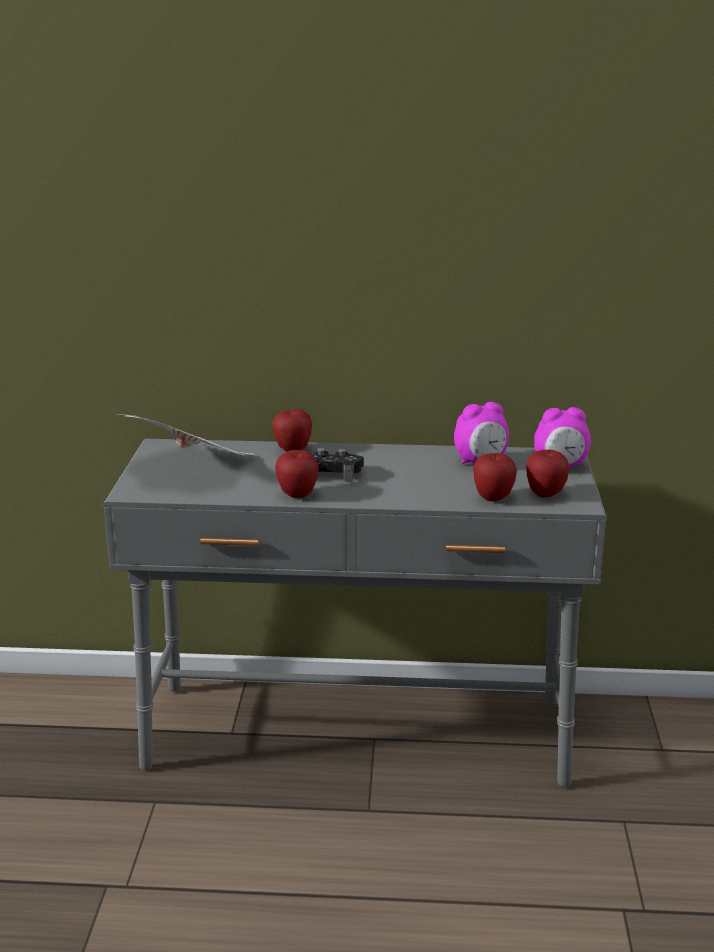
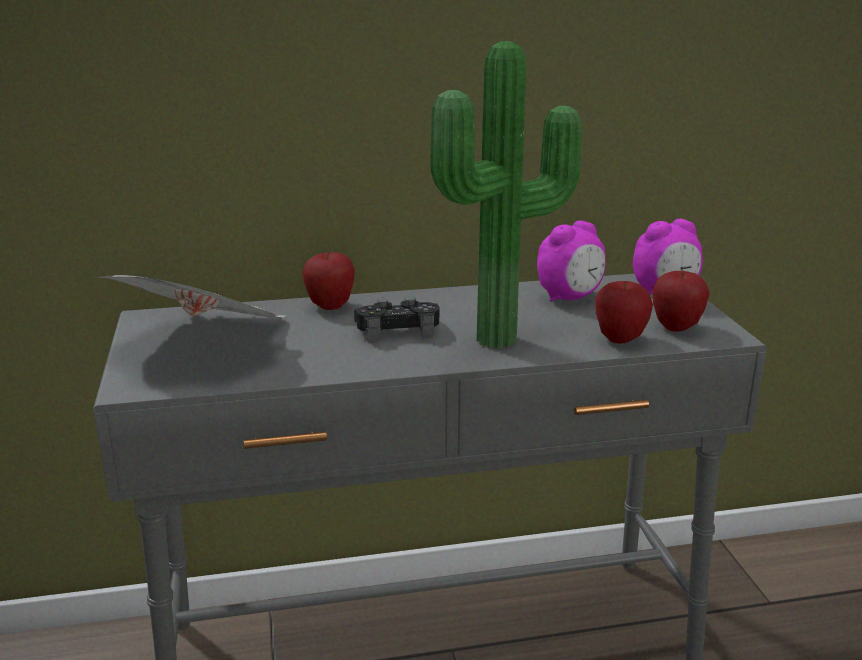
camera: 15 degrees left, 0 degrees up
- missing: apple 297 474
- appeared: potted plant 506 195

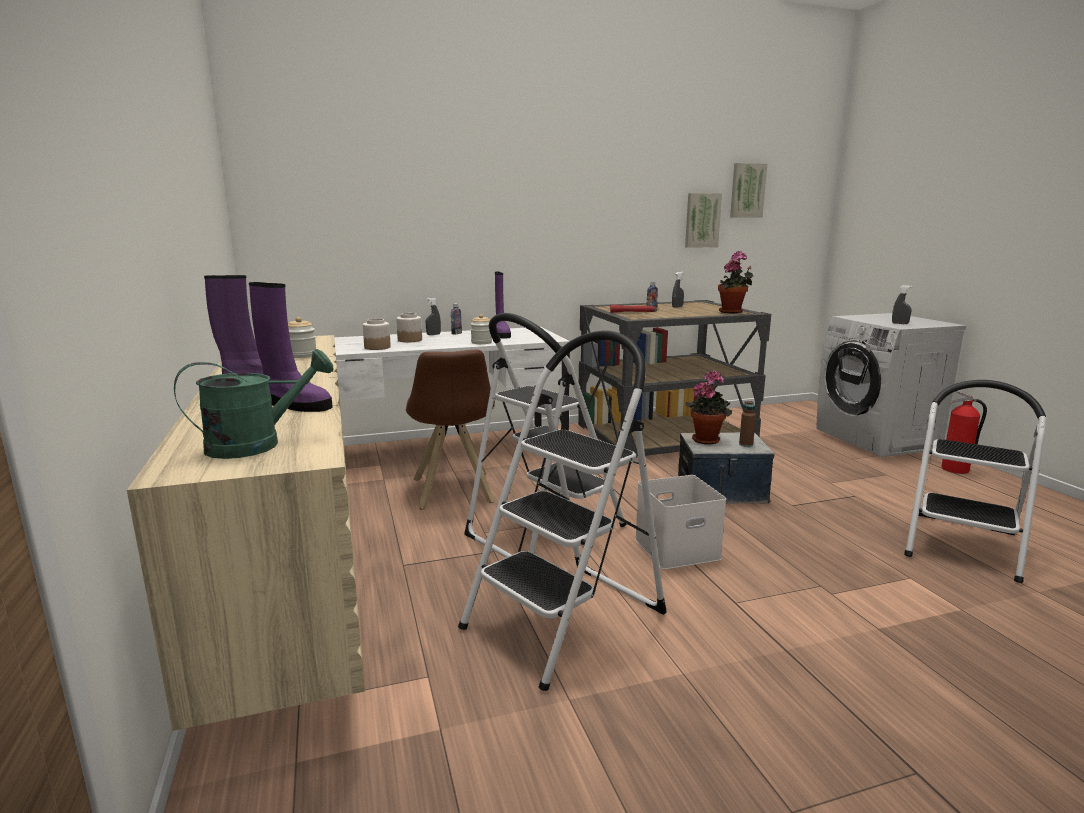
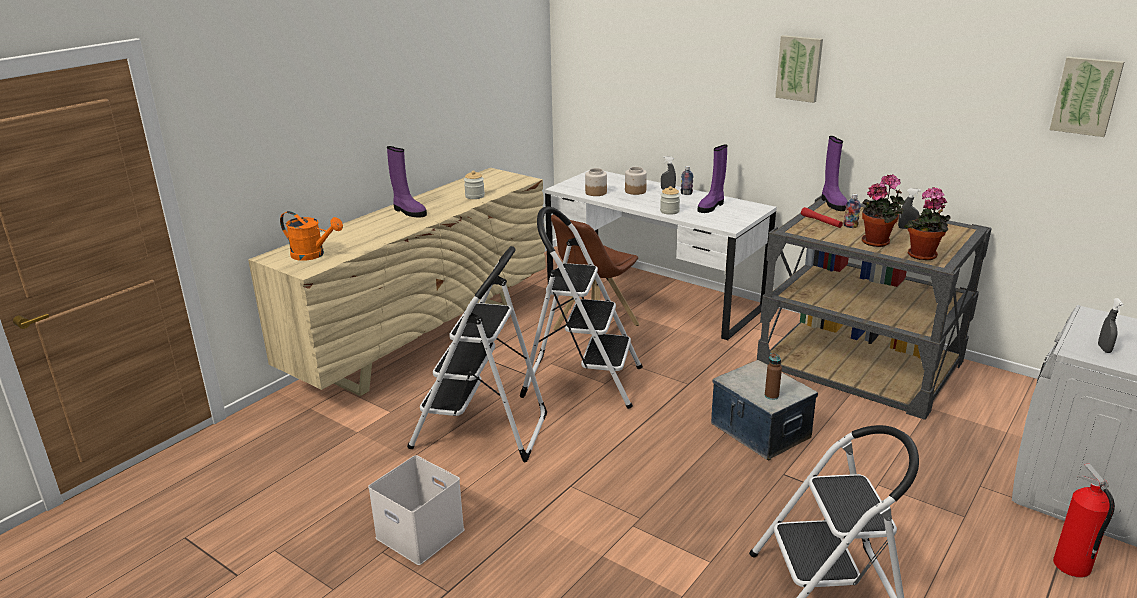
camera: 55 degrees right, 10 degrees up
- colour: green watering can 254 404 to orange watering can 311 236
- relocated: purple boot 291 347 to 835 173
- relocated: white storage box 680 522 to 416 510
- relocated: picture 703 220 to 799 69
- relocated: potted plant 709 407 to 883 210

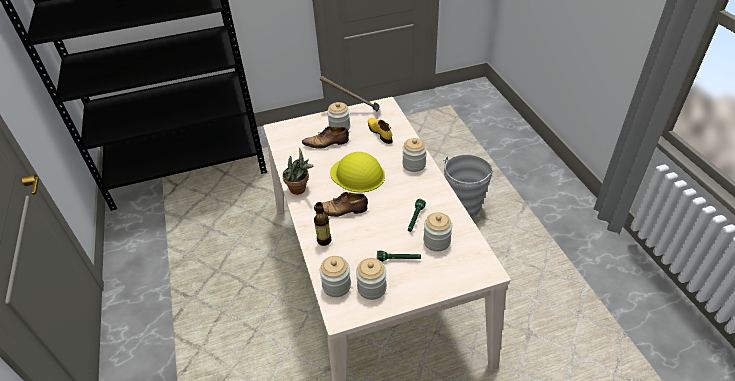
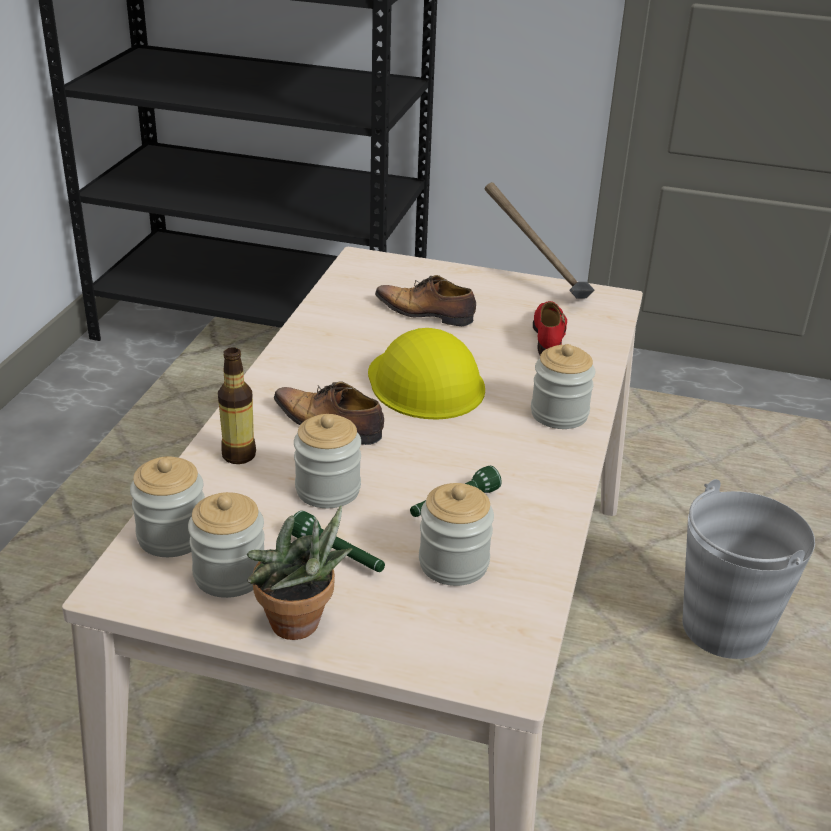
camera: 30 degrees right, 10 degrees down
- relocated: potted plant 298 171 to 299 572
- relocated: jar 338 116 to 327 461
- colour: yellow shoe 380 131 to red shoe 550 328

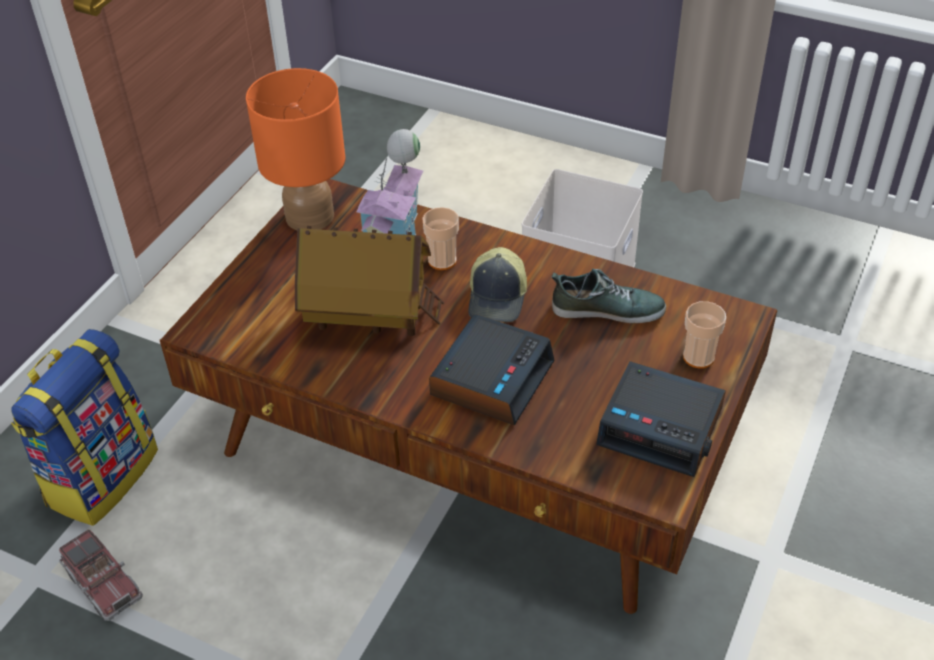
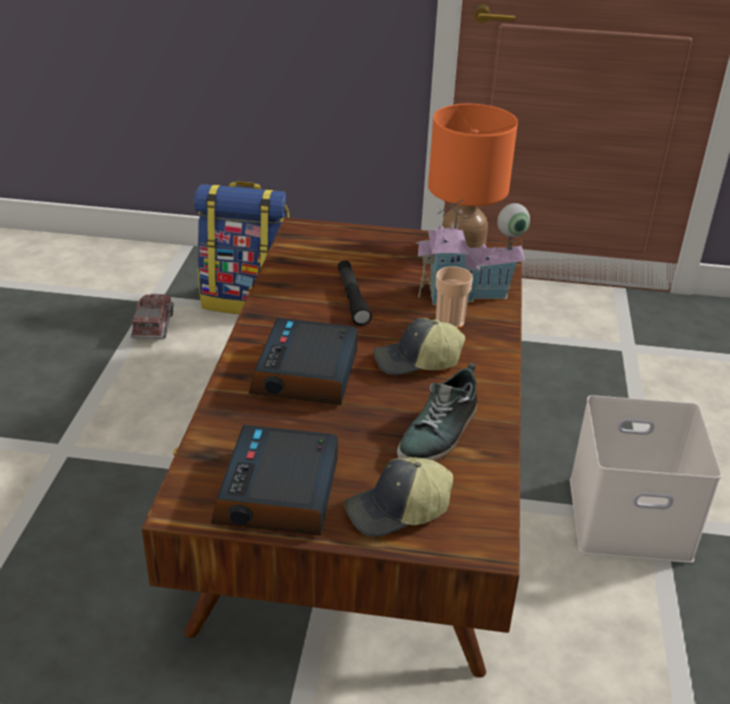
camera: 70 degrees right, 10 degrees down
- spun: toy truck 101 575 = 152 316 150 degrees clockwise
- exchanged: toy house 369 281 to black flashlight 355 293
- spun: alarm clock 491 370 = 303 361 90 degrees clockwise
- spun: shoe 609 296 = 437 412 45 degrees clockwise
- exchanged: cup 704 335 to cap 398 497

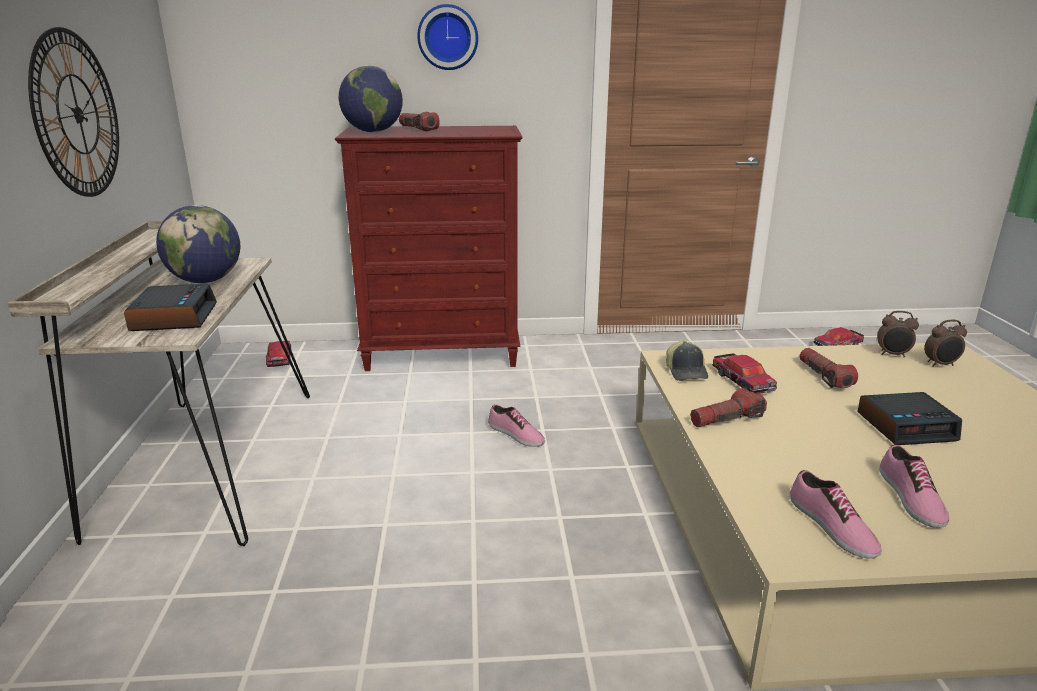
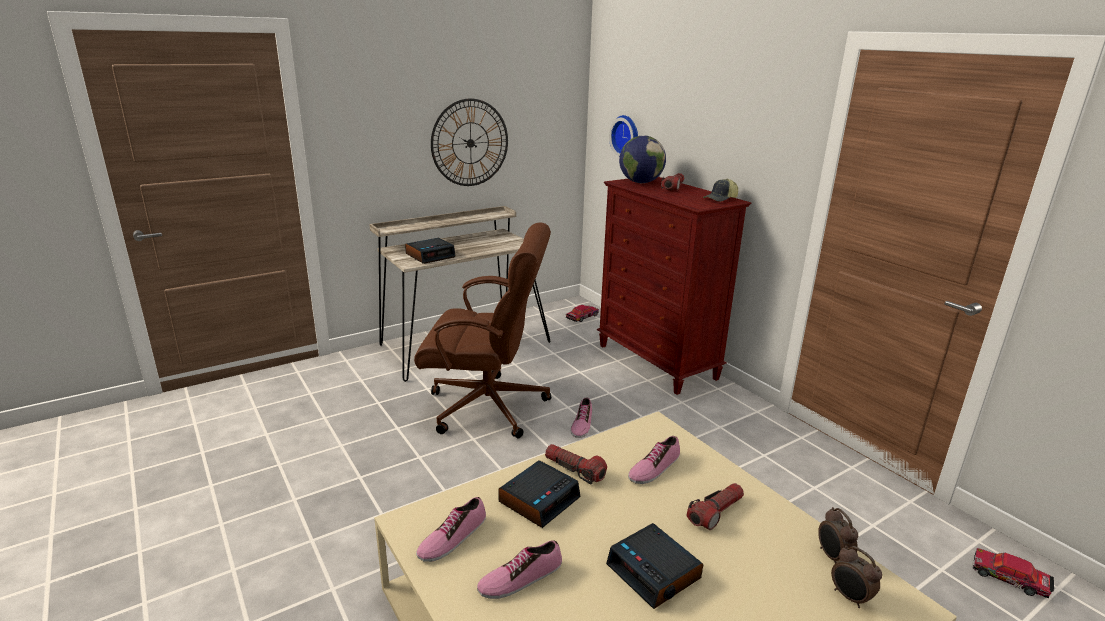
camera: 60 degrees right, 0 degrees up
- missing: globe 198 244
- relocated: wall clock 447 37 to 623 136
- relocated: cap 687 361 to 720 190
- exchanged: toy car 745 373 to shoe 654 460
- appeared: brown office chair 482 331
- appeared: alarm clock 539 494

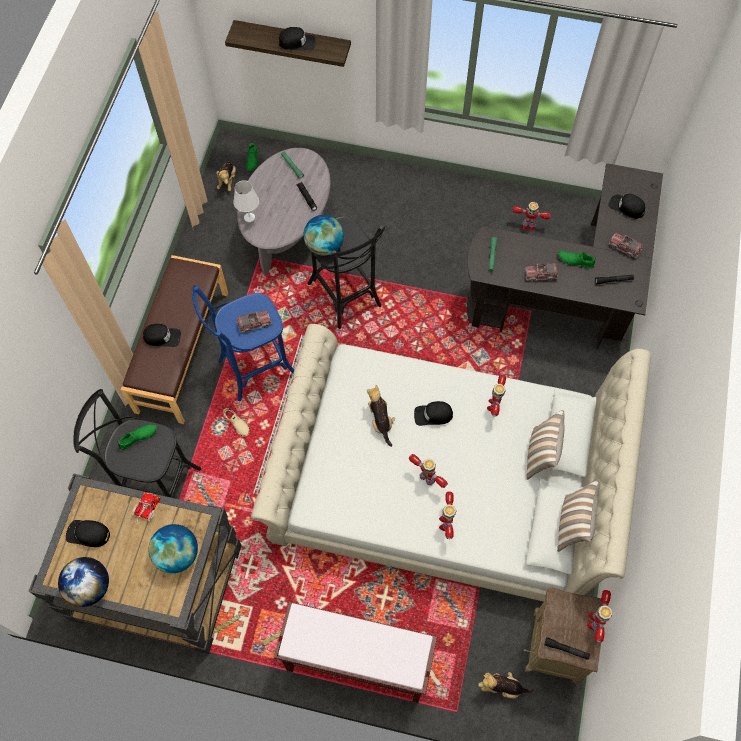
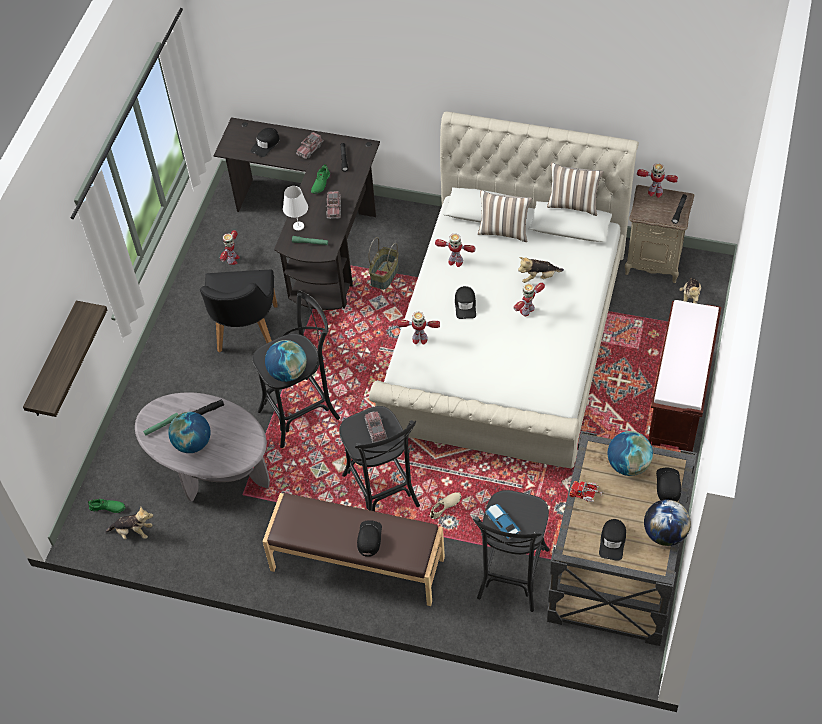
camera: 85 degrees left, 10 degrees down
- exchanged: green shoe 137 437 to toy car 503 522
- colour: blue stool 243 343 to black stool 379 458
- relocated: white table lamp 246 201 to 295 208
- relocated: black cap 297 38 to 668 485
- relocated: plush toy 381 416 to 541 270
- relocated: toy robot 447 515 to 418 328
- appeared: globe 189 432
- appeared: black chair 239 311
- appeared: basket 383 263

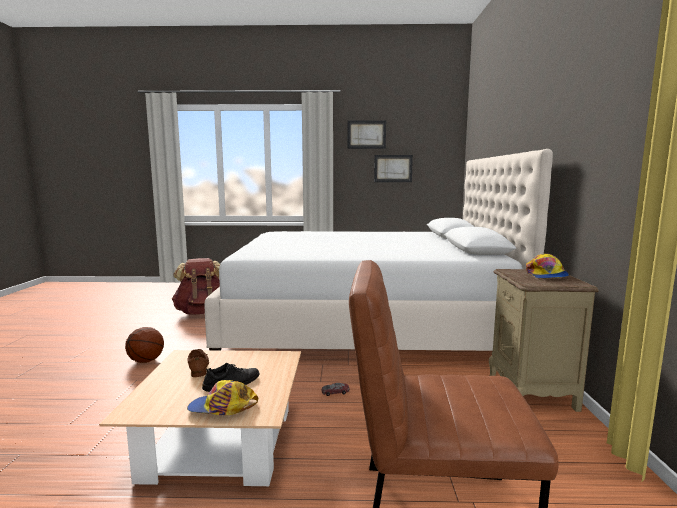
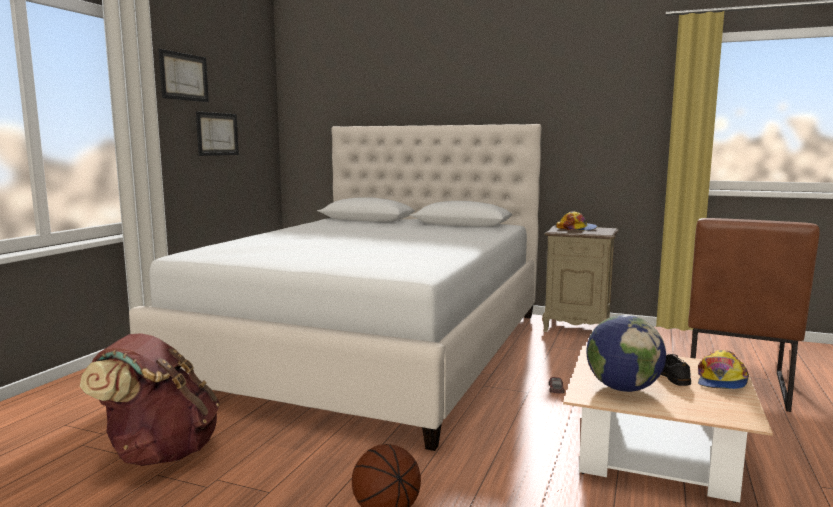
camera: 70 degrees left, 0 degrees up
- exchanged: brown shoe 198 363 to globe 626 353

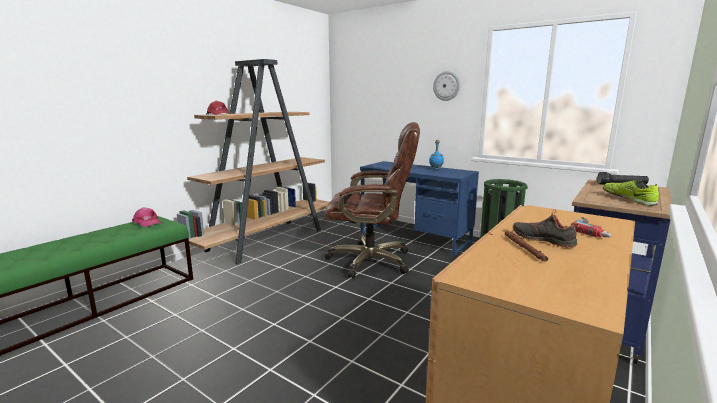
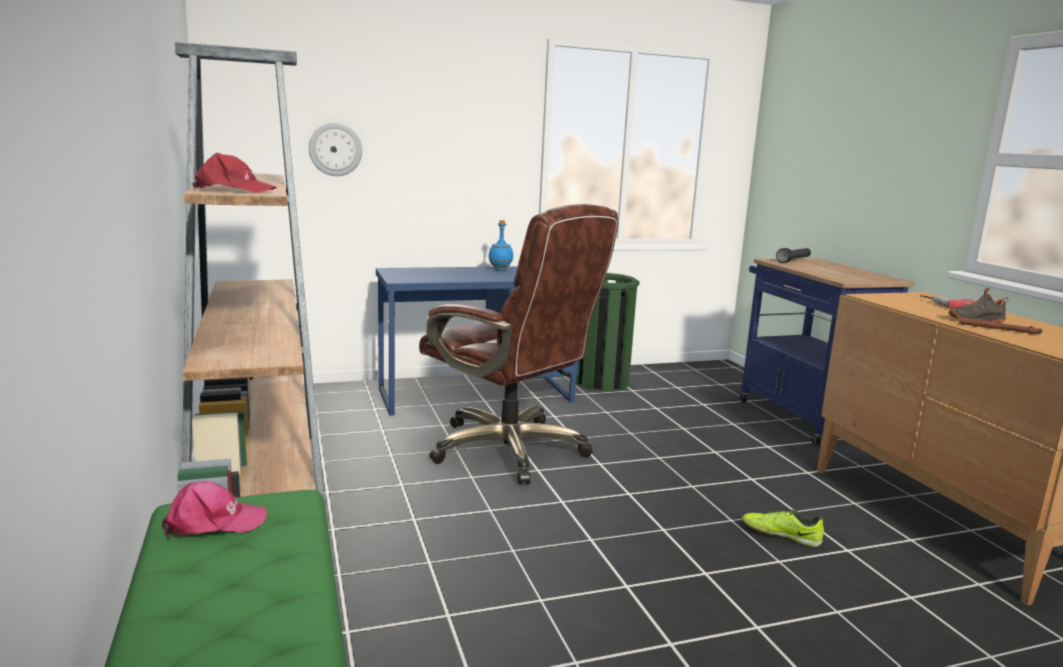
camera: 55 degrees left, 0 degrees up
- spun: brown office chair 372 200 = 518 344 90 degrees clockwise
- relocated: wall clock 446 86 to 335 149
- relocated: shoe 631 193 to 783 528

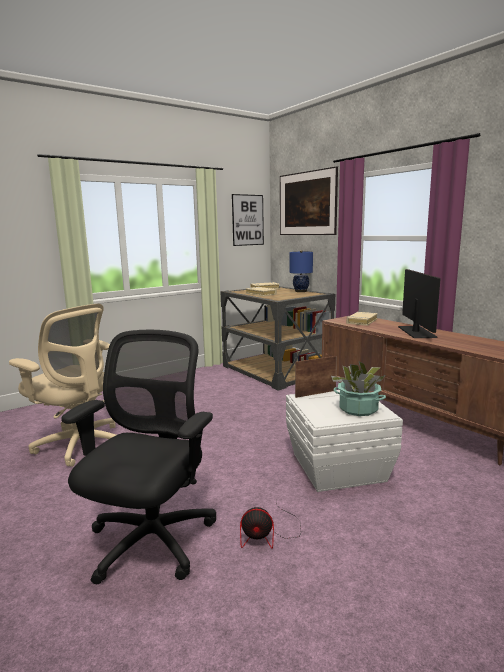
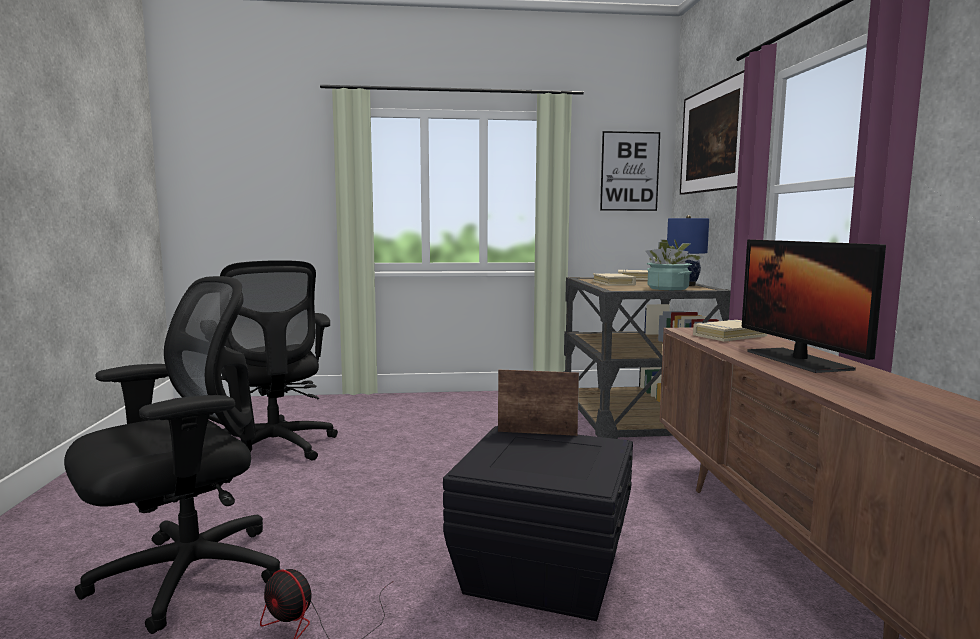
camera: 30 degrees right, 5 degrees down
- colour: beige office chair 62 385 to black office chair 279 360
- colour: white storage box 344 441 to black storage box 538 523
- relocated: potted plant 358 388 to 675 264
- spun: monitor 419 303 = 814 306 135 degrees clockwise

